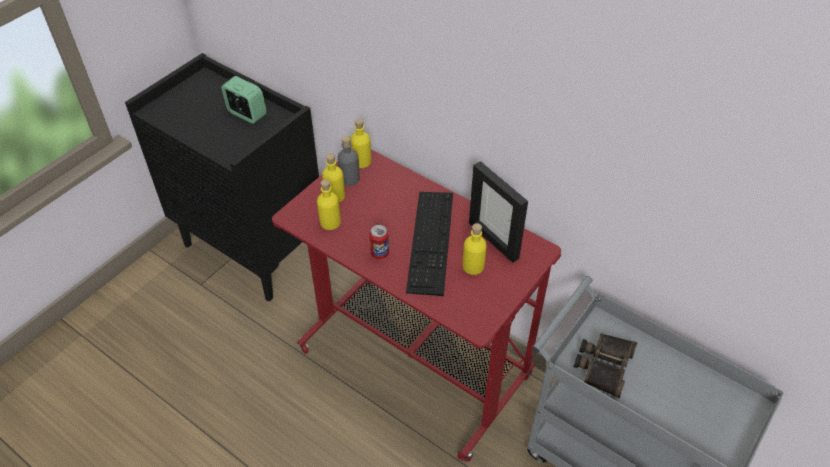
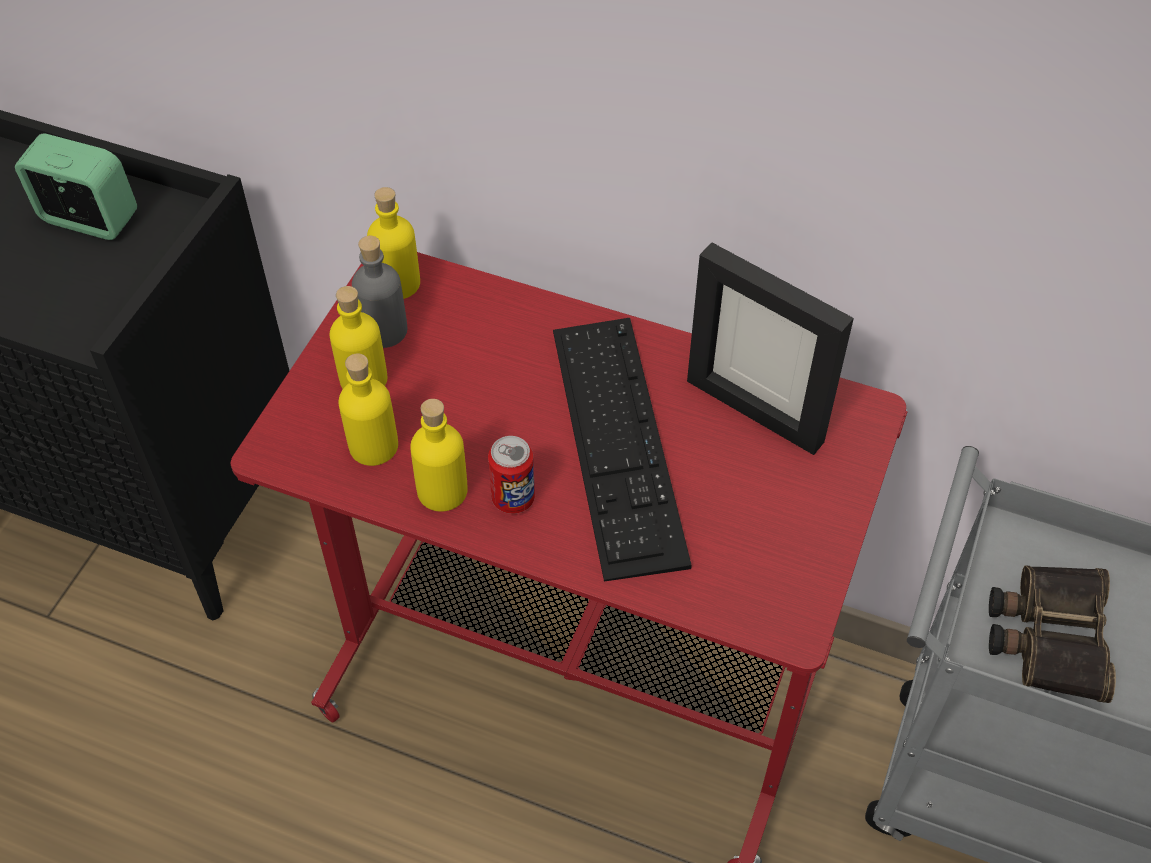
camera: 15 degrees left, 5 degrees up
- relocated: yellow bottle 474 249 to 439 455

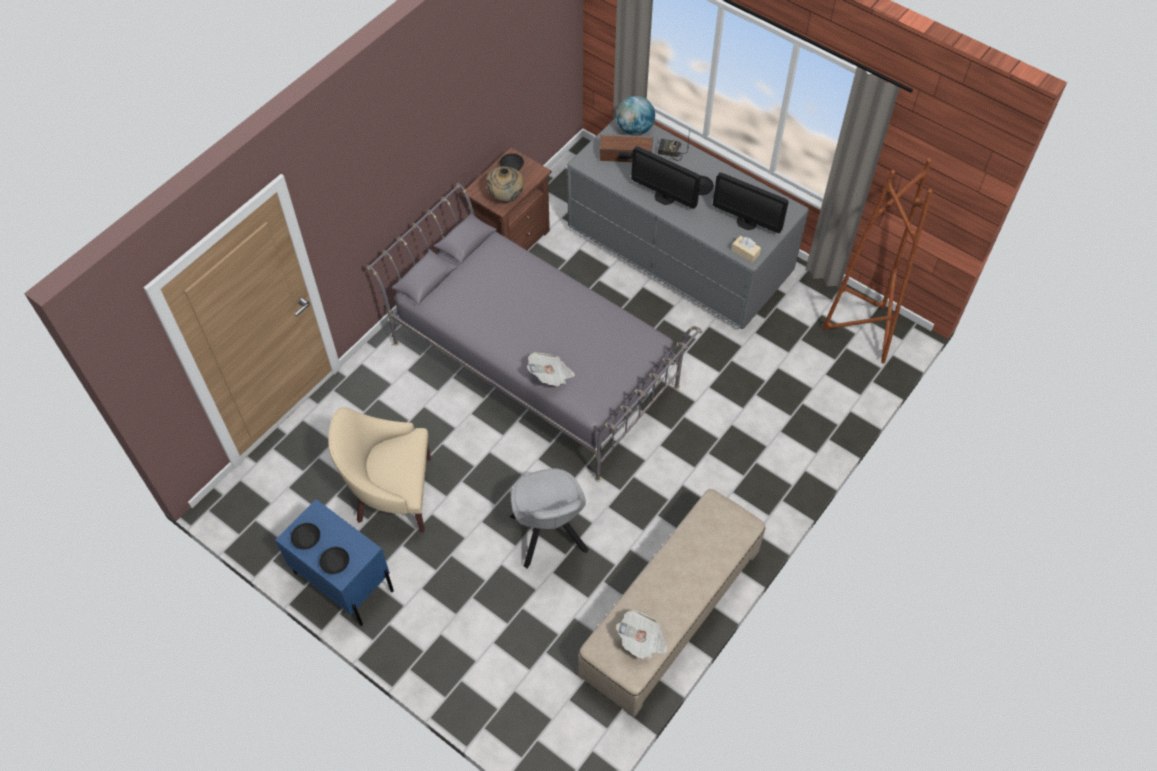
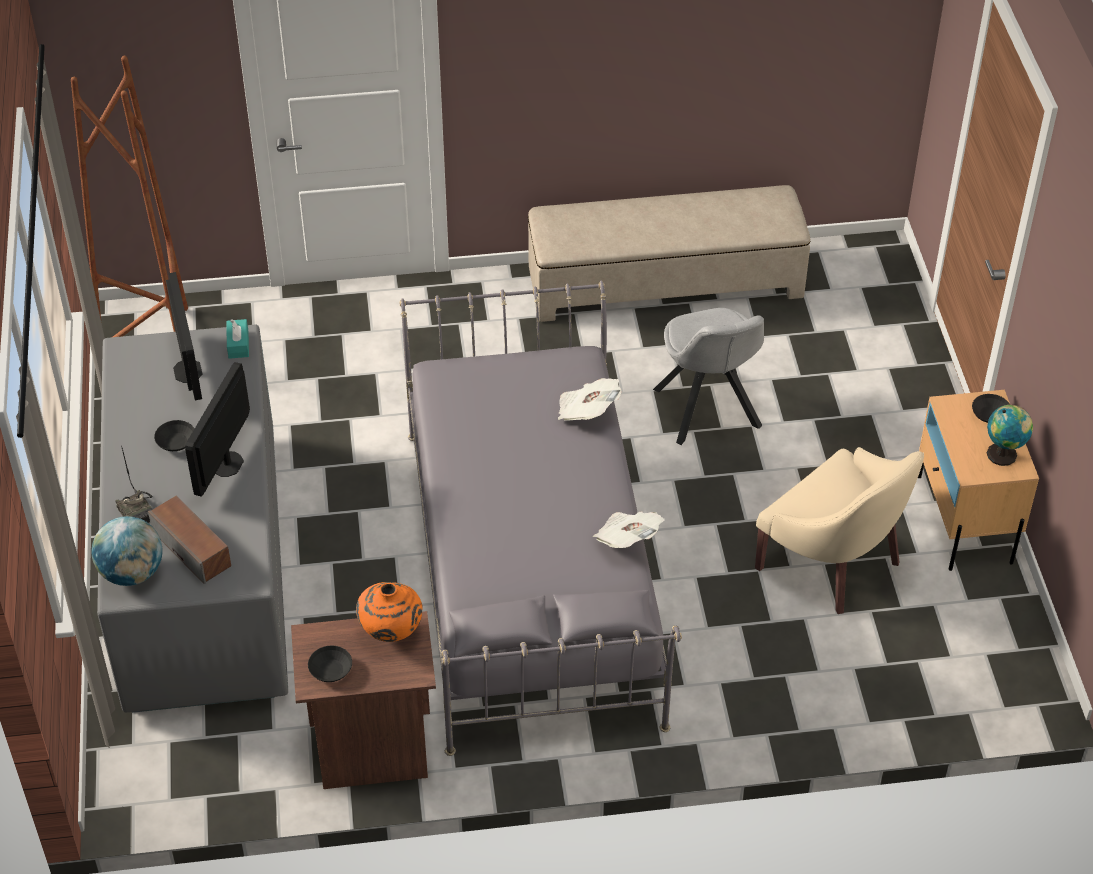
camera: 135 degrees left, 10 degrees down
- colour: blue nightstand 334 562 to beige nightstand 978 480
- exchanged: black bowl 305 536 to globe 1010 435
- colour: beige vase 505 184 to orange vase 389 612
- spun: grey chair 549 518 = 708 376 135 degrees clockwise
- relocated: newspaper 642 635 to 629 530
- spun: monitor 666 177 = 217 429 150 degrees counterclockwise
- colour: beige tissue box 746 249 to turquoise tissue box 237 339

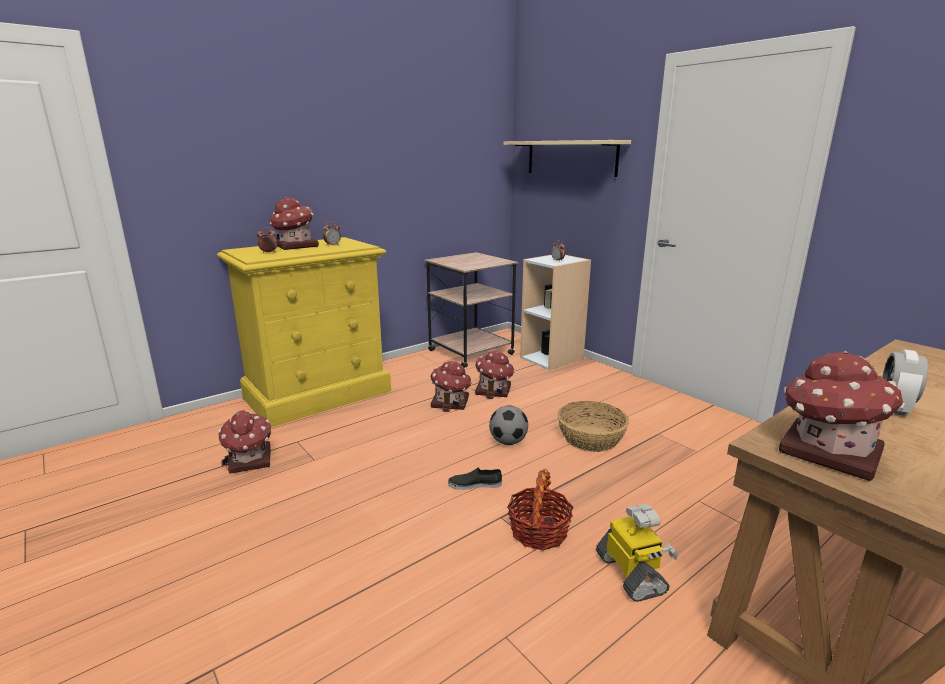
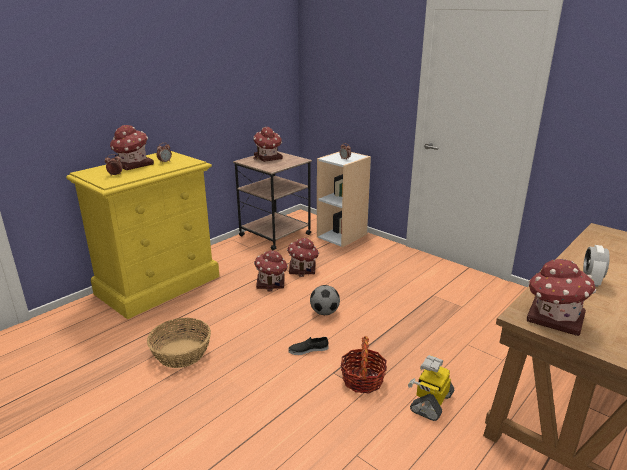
camera: 10 degrees left, 5 degrees up
- relocated: toy house 245 441 to 268 144
- missing: beige shelf 567 158
- relocated: basket 593 426 to 179 343
- spun: toy robot 637 553 = 431 388 120 degrees counterclockwise

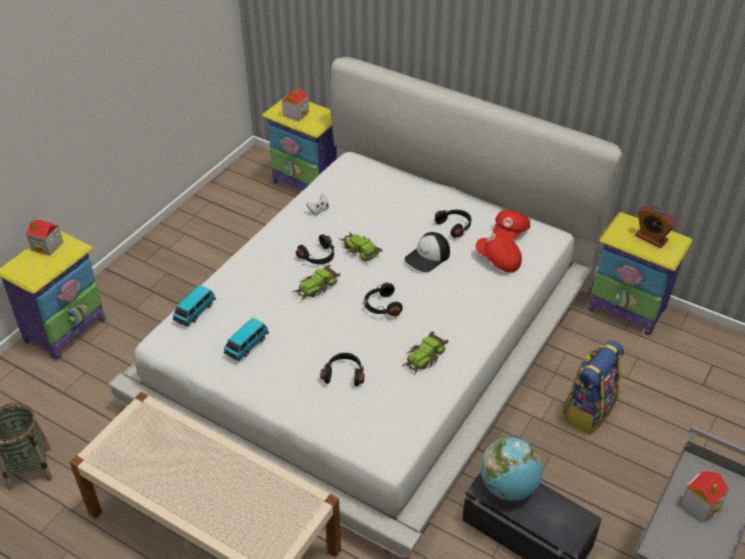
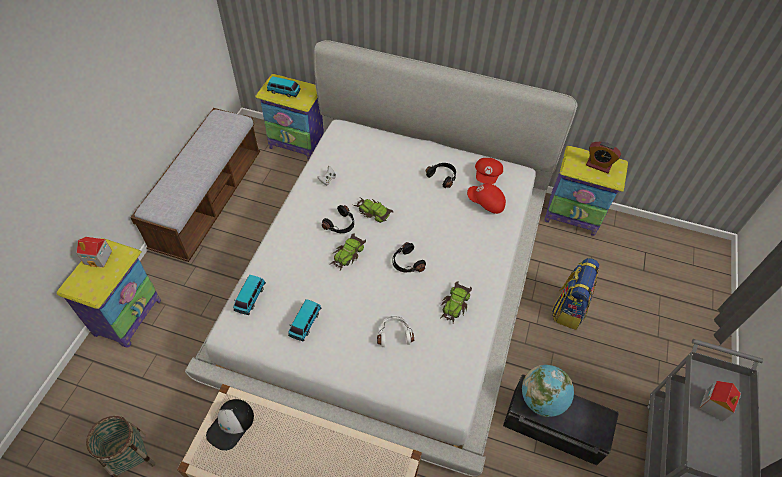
camera: 15 degrees left, 10 degrees up
- exchanged: toy house 295 105 to toy car 284 86
- colour: black headphones 342 369 to white headphones 396 331
- relocated: cap 427 252 to 230 425
- appeared: bench 195 185

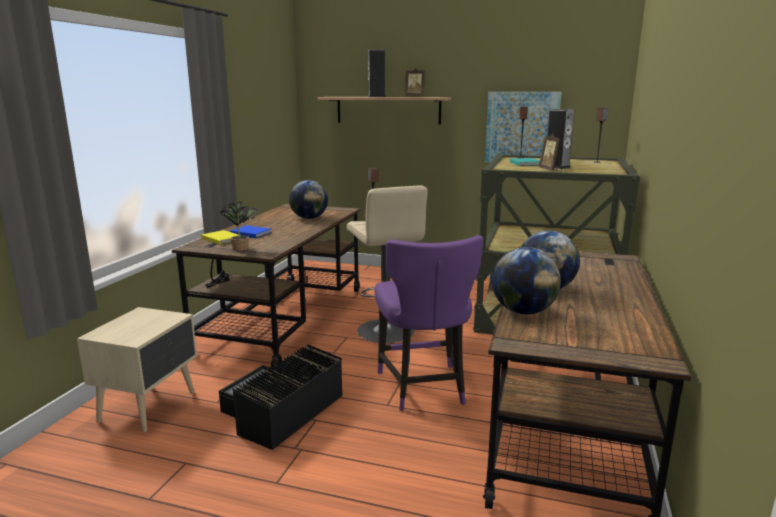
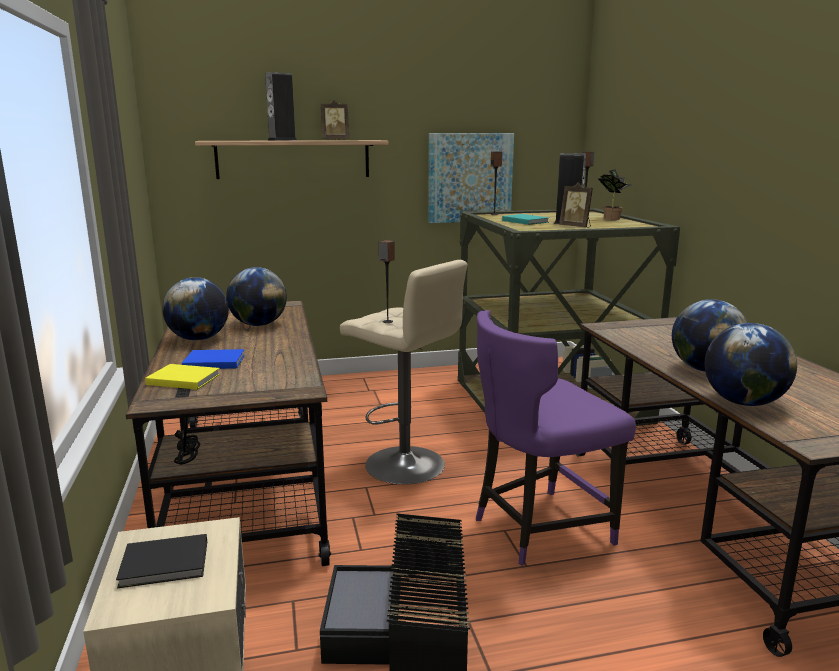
camera: 30 degrees left, 0 degrees up
- relocated: potted plant 239 226 to 615 194
- spun: purple chair 429 323 = 556 438 105 degrees clockwise
- appeared: black book 161 561
- appeared: globe 195 309

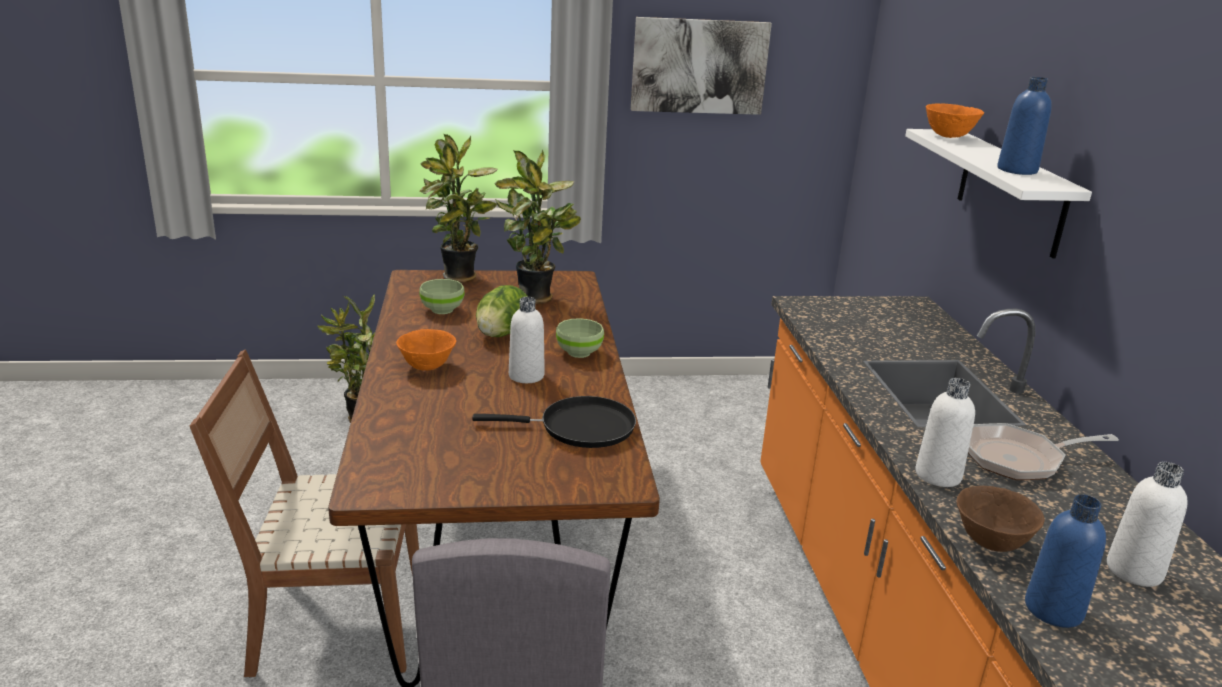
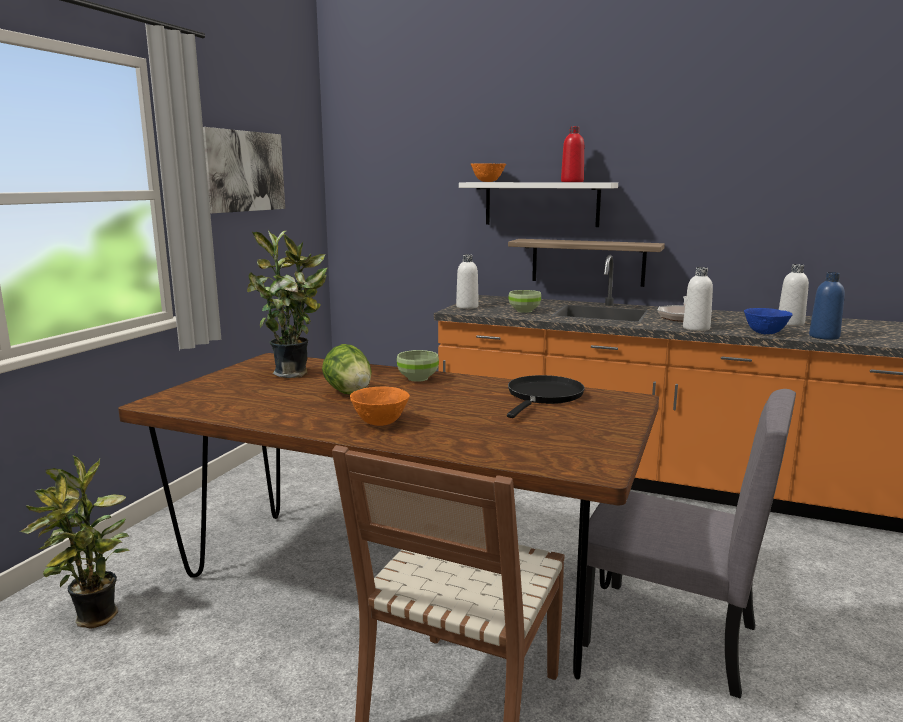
camera: 60 degrees left, 10 degrees down
- missing: potted plant 458 208
- relocated: green bowl 442 296 to 525 301
- relocated: white bottle 527 340 to 467 281
- colour: brown bowl 1000 519 to blue bowl 768 321
- colour: blue bottle 1024 126 to red bottle 572 154
- appeared: shelf 586 263

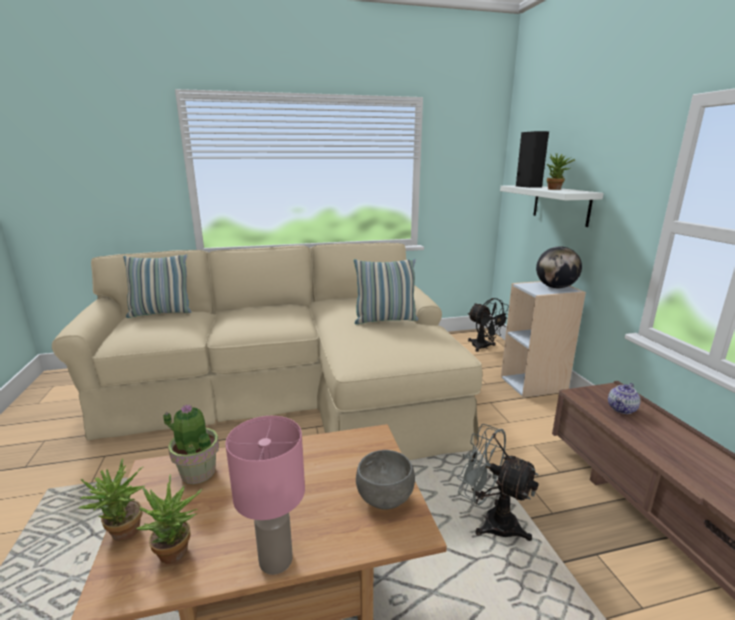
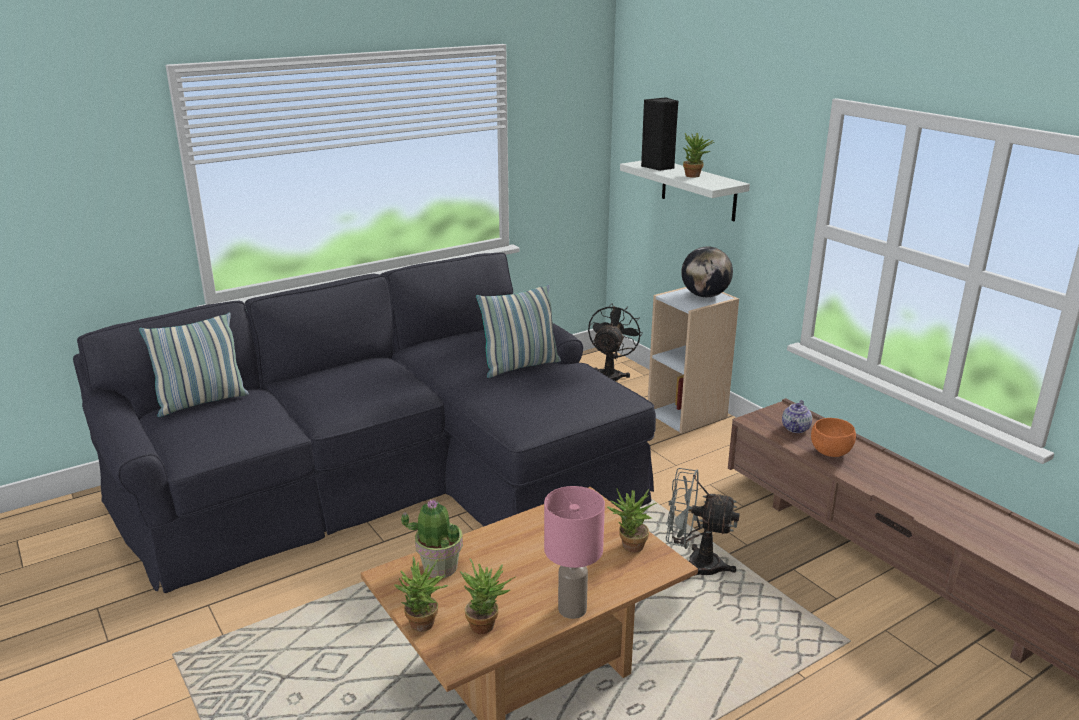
camera: 20 degrees left, 5 degrees up
- colour: beige sofa 267 351 to black sofa 364 423
- exchanged: grey bowl 385 480 to potted plant 632 520
- spun: black fan 488 325 = 615 342 105 degrees counterclockwise
- appeared: orange bowl 833 437

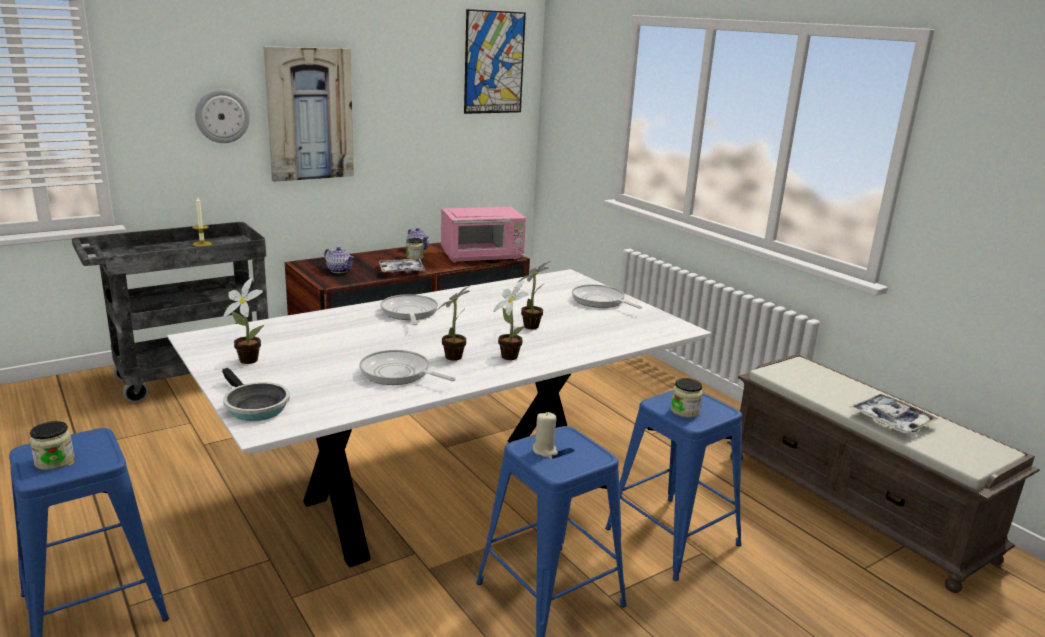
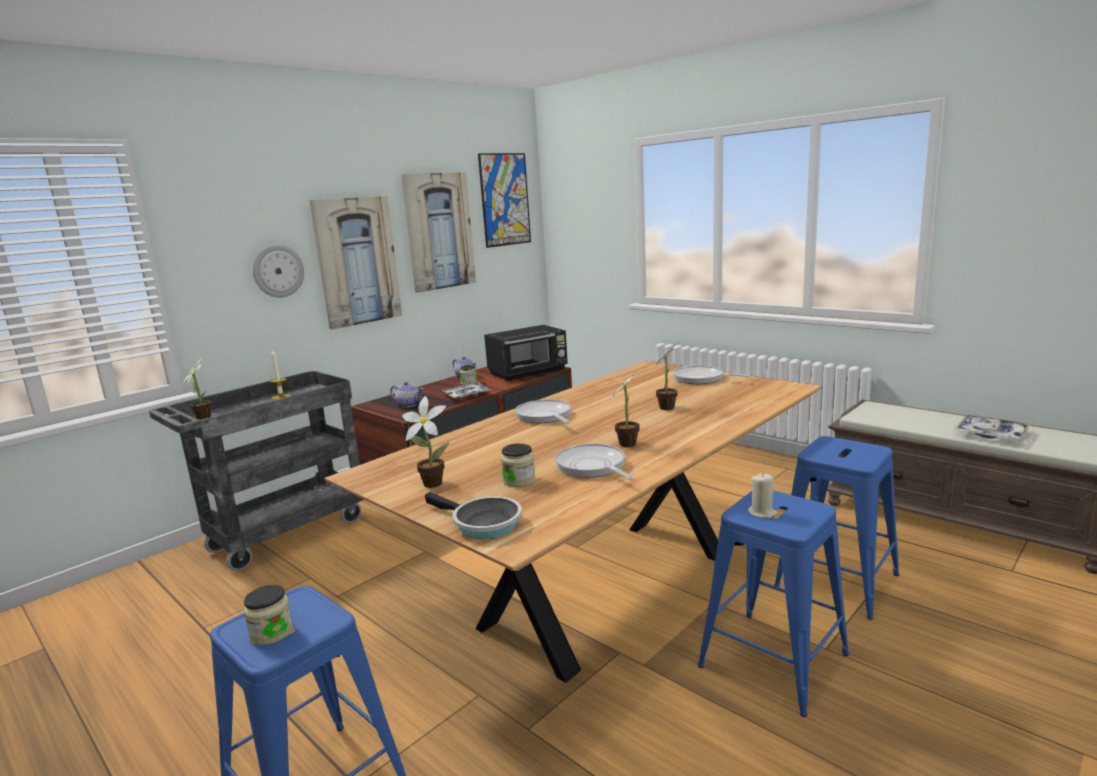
camera: 10 degrees left, 5 degrees down
- colour: white dining table 439 418 to brown dining table 572 522
- spun: frying pan 407 367 = 595 462 45 degrees clockwise
- colour: pink microwave 483 235 to black microwave 526 353
- relocated: potted plant 510 320 to 197 389
- relocated: jar 687 398 to 518 465
- appeared: picture 438 232

